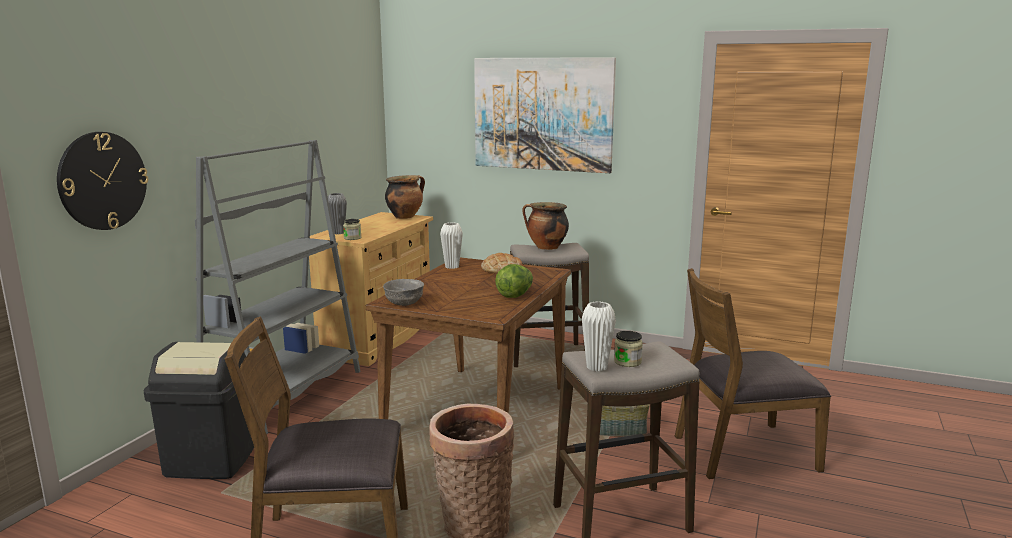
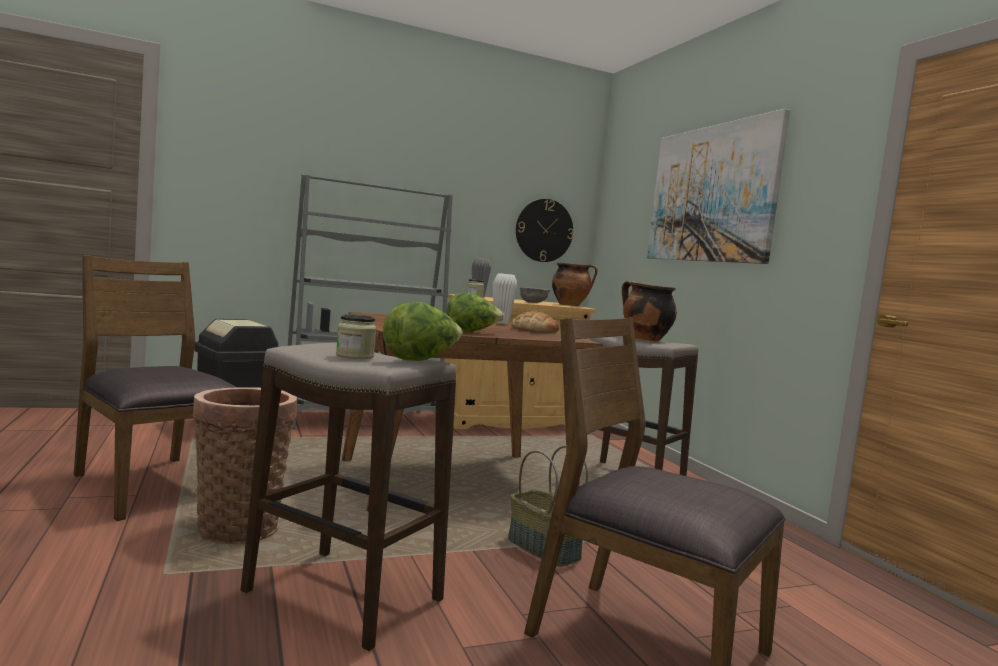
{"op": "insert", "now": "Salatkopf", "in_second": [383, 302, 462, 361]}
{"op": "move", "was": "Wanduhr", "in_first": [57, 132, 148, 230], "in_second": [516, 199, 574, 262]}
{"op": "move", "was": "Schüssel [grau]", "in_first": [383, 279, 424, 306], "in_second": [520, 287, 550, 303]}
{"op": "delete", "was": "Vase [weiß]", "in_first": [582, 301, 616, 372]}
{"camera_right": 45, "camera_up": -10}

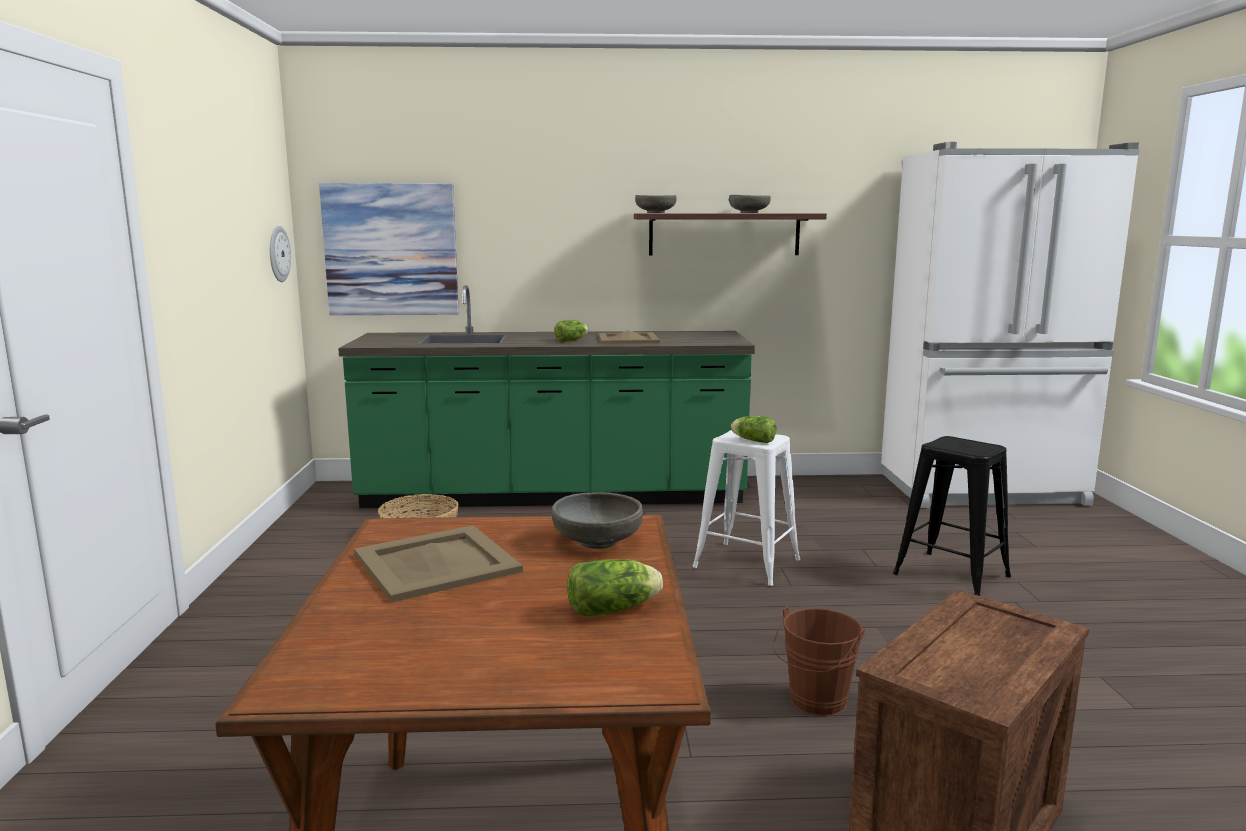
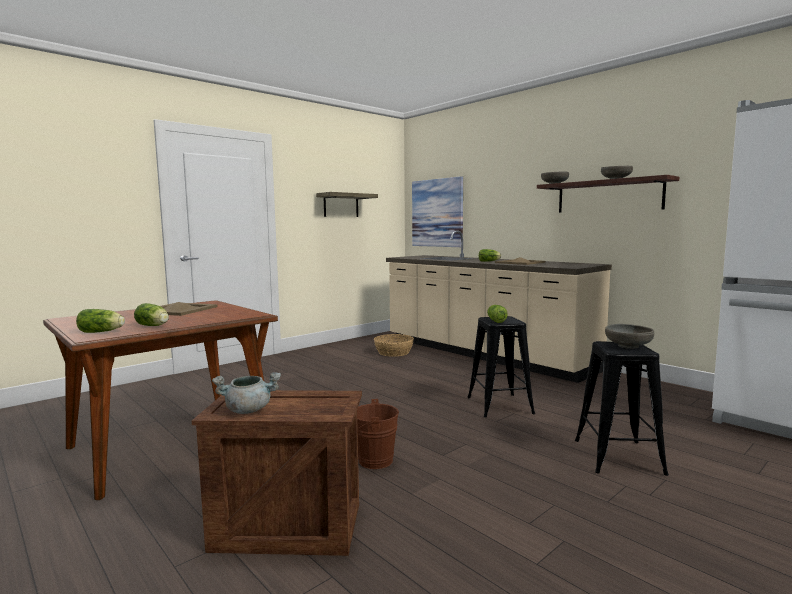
{"op": "insert", "now": "Salatkopf", "in_second": [76, 309, 125, 333]}
{"op": "insert", "now": "Kochtopf [grau]", "in_second": [212, 372, 281, 414]}
{"op": "insert", "now": "Wandregal", "in_second": [316, 192, 378, 217]}
{"op": "recolor", "was": "Küchenzeile [grün]", "now": "Küchenzeile [beige]", "in_first": [338, 285, 755, 508], "in_second": [386, 230, 612, 383]}
{"op": "recolor", "was": "Hocker [weiß]", "now": "Hocker [schwarz]", "in_first": [692, 430, 800, 586], "in_second": [467, 316, 535, 418]}
{"op": "move", "was": "Schüssel [grau]", "in_first": [552, 492, 643, 549], "in_second": [605, 324, 655, 349]}
{"op": "delete", "was": "Wanduhr", "in_first": [270, 226, 291, 282]}
{"camera_right": 50, "camera_up": -5}

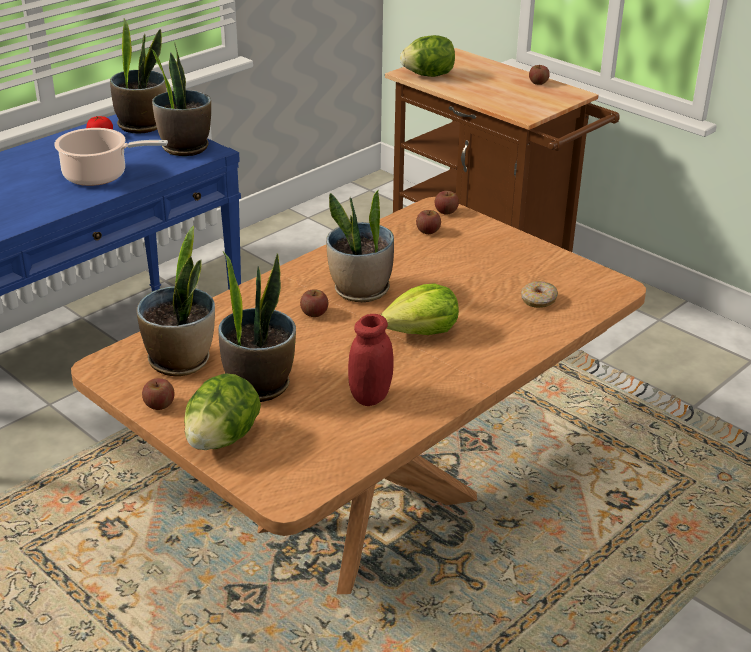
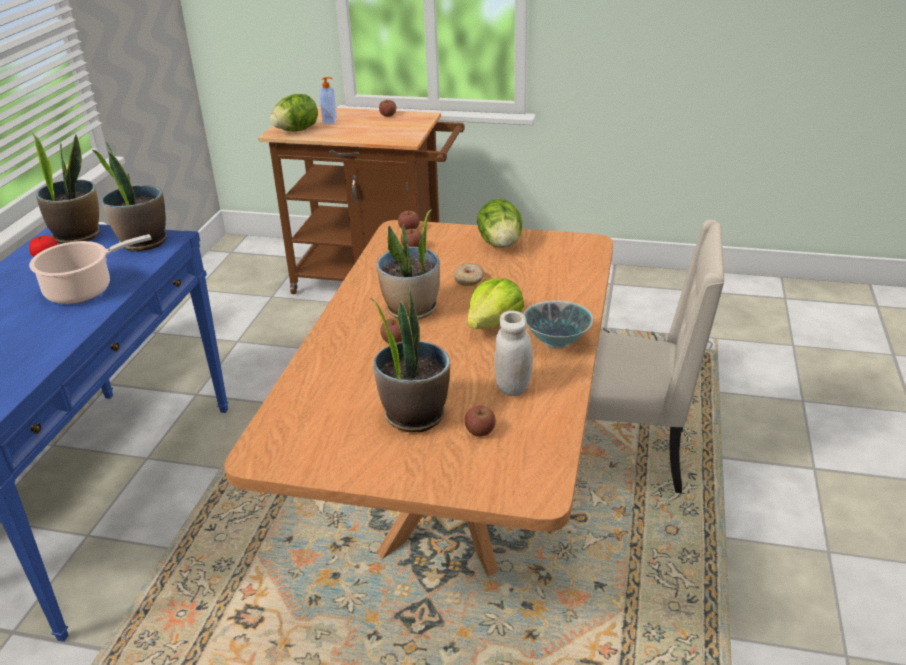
{"op": "insert", "now": "Seifenspender", "in_second": [319, 77, 337, 124]}
{"op": "move", "was": "Donut", "in_first": [521, 281, 558, 308], "in_second": [453, 263, 484, 286]}
{"op": "move", "was": "Apfel", "in_first": [142, 378, 175, 410], "in_second": [465, 406, 496, 436]}
{"op": "move", "was": "Salatkopf", "in_first": [184, 373, 261, 450], "in_second": [477, 199, 522, 248]}
{"op": "recolor", "was": "Vorratsglas [rot]", "now": "Vorratsglas [weiß]", "in_first": [348, 314, 394, 406], "in_second": [494, 311, 533, 396]}
{"op": "insert", "now": "Schüssel", "in_second": [523, 300, 593, 349]}
{"op": "insert", "now": "Stuhl [beige]", "in_second": [586, 220, 725, 493]}
{"op": "delete", "was": "Topfpflanze", "in_first": [137, 226, 215, 376]}
{"camera_right": -30, "camera_up": 0}

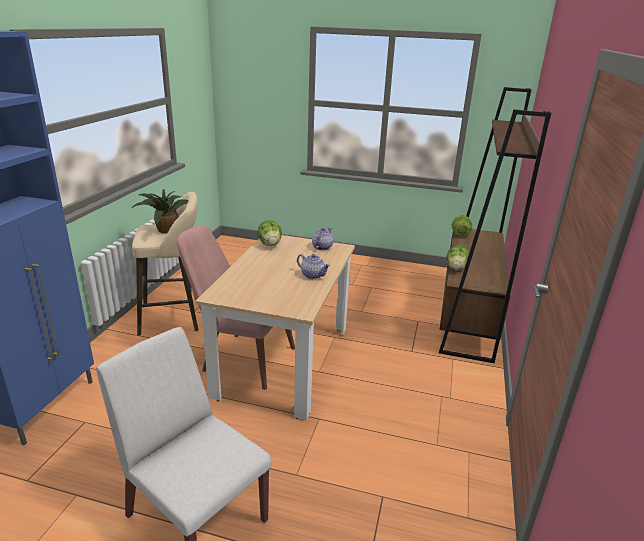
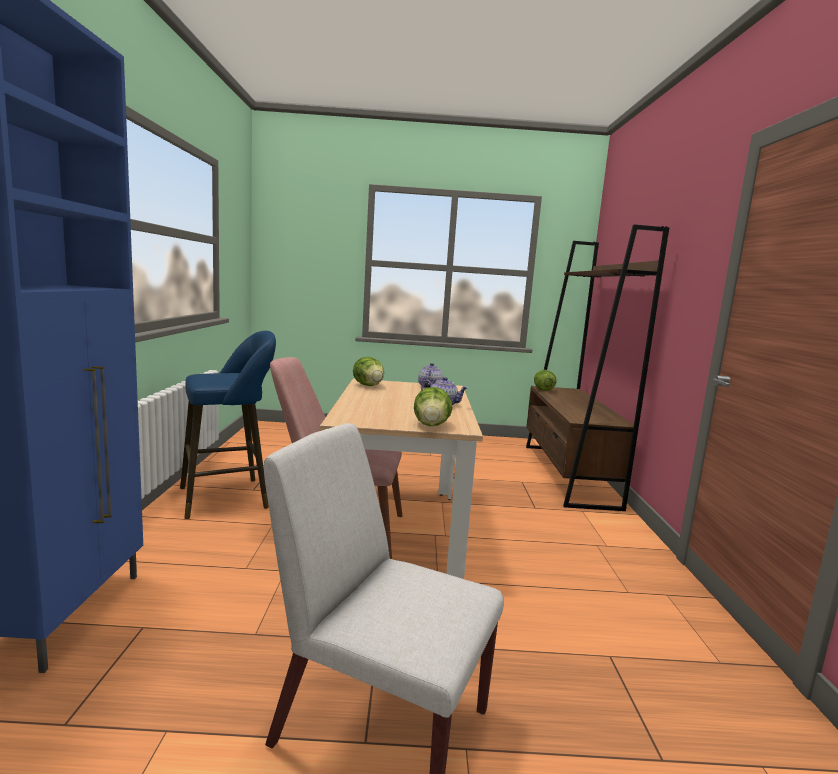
{"op": "recolor", "was": "Hocker [beige]", "now": "Hocker [blau]", "in_first": [132, 192, 198, 336], "in_second": [180, 331, 276, 519]}
{"op": "move", "was": "Salatkopf", "in_first": [446, 245, 469, 270], "in_second": [414, 387, 452, 426]}
{"op": "delete", "was": "Topfpflanze", "in_first": [132, 189, 189, 234]}
{"camera_right": -15, "camera_up": -15}

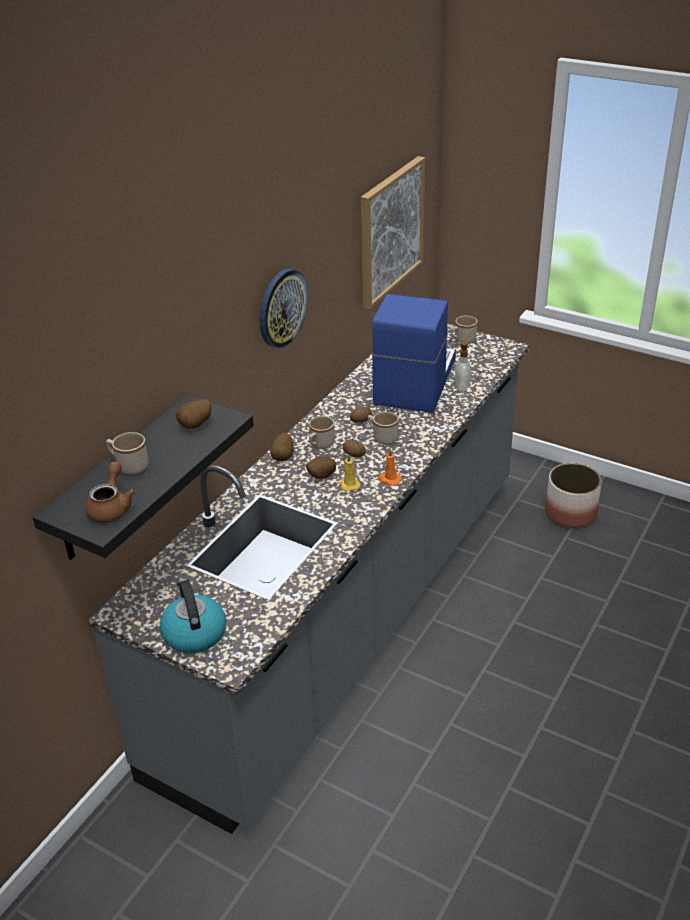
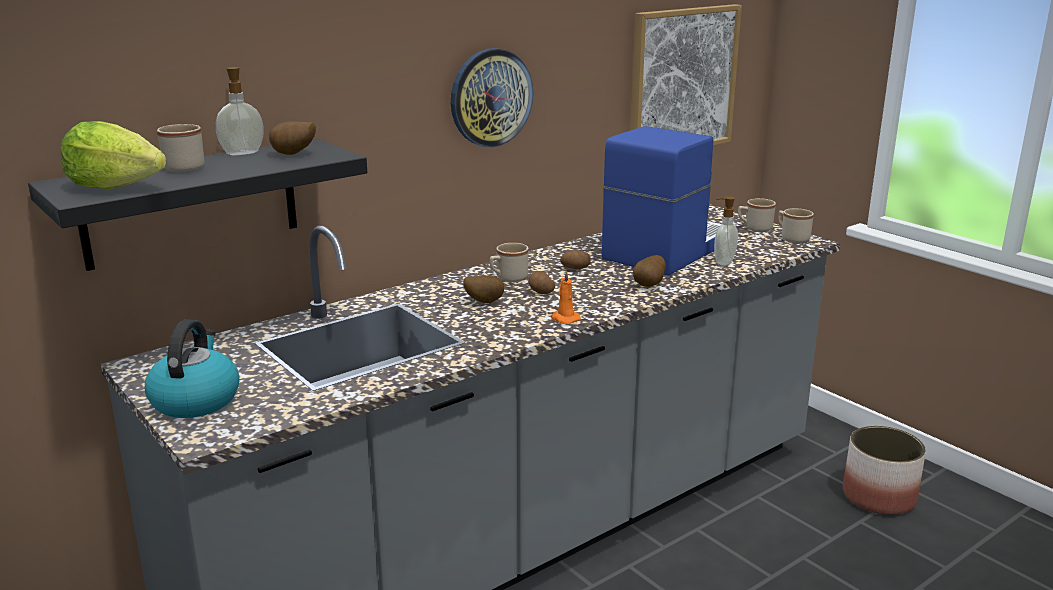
{"op": "replace", "was": "Teekanne [braun]", "now": "Salatkopf", "in_first": [85, 462, 136, 523], "in_second": [61, 121, 166, 189]}
{"op": "insert", "now": "Seifenspender", "in_second": [216, 67, 264, 155]}
{"op": "move", "was": "Kartoffel", "in_first": [270, 433, 294, 462], "in_second": [633, 255, 666, 287]}
{"op": "move", "was": "Henkelbecher [beige]", "in_first": [368, 412, 399, 445], "in_second": [778, 208, 814, 243]}
{"op": "delete", "was": "Kerze [gelb]", "in_first": [340, 454, 361, 492]}
{"camera_right": 20, "camera_up": -15}

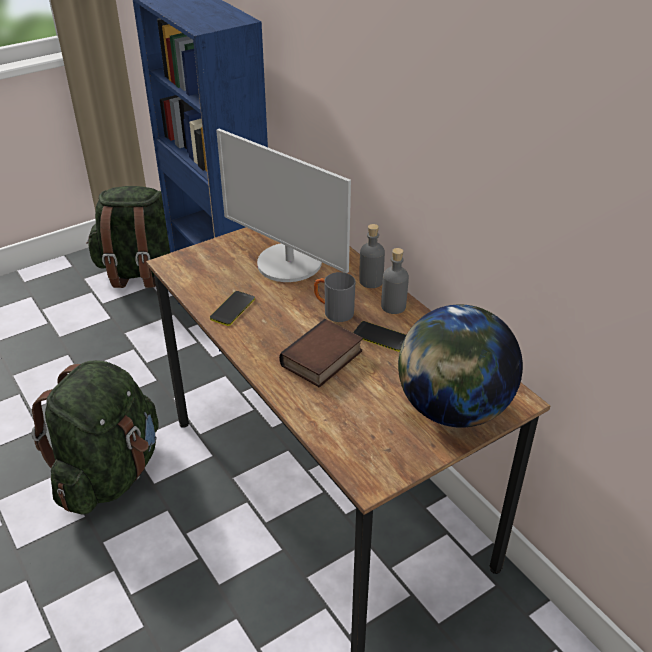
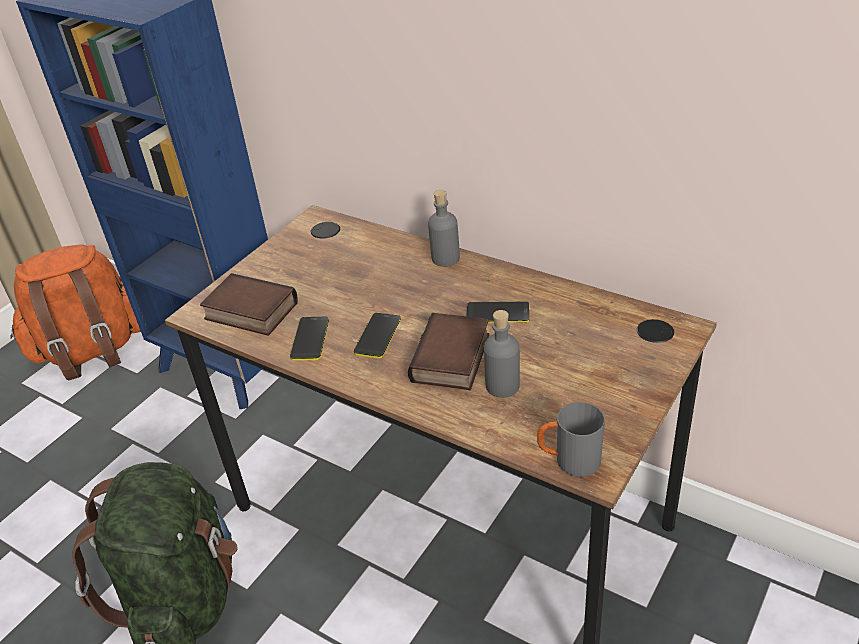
{"op": "recolor", "was": "Rucksack [grün]", "now": "Rucksack [orange]", "in_first": [86, 186, 170, 288], "in_second": [10, 245, 141, 380]}
{"op": "insert", "now": "Buch", "in_second": [200, 273, 298, 336]}
{"op": "insert", "now": "Handy", "in_second": [354, 313, 401, 359]}
{"op": "move", "was": "Flasche [grau]", "in_first": [381, 248, 409, 314], "in_second": [484, 310, 520, 398]}
{"op": "move", "was": "Henkelbecher [grau]", "in_first": [314, 272, 355, 322], "in_second": [537, 402, 605, 477]}
{"op": "delete", "was": "Monitor", "in_first": [216, 129, 351, 282]}
{"op": "delete", "was": "Globus", "in_first": [398, 304, 523, 428]}
{"camera_right": -20, "camera_up": 0}

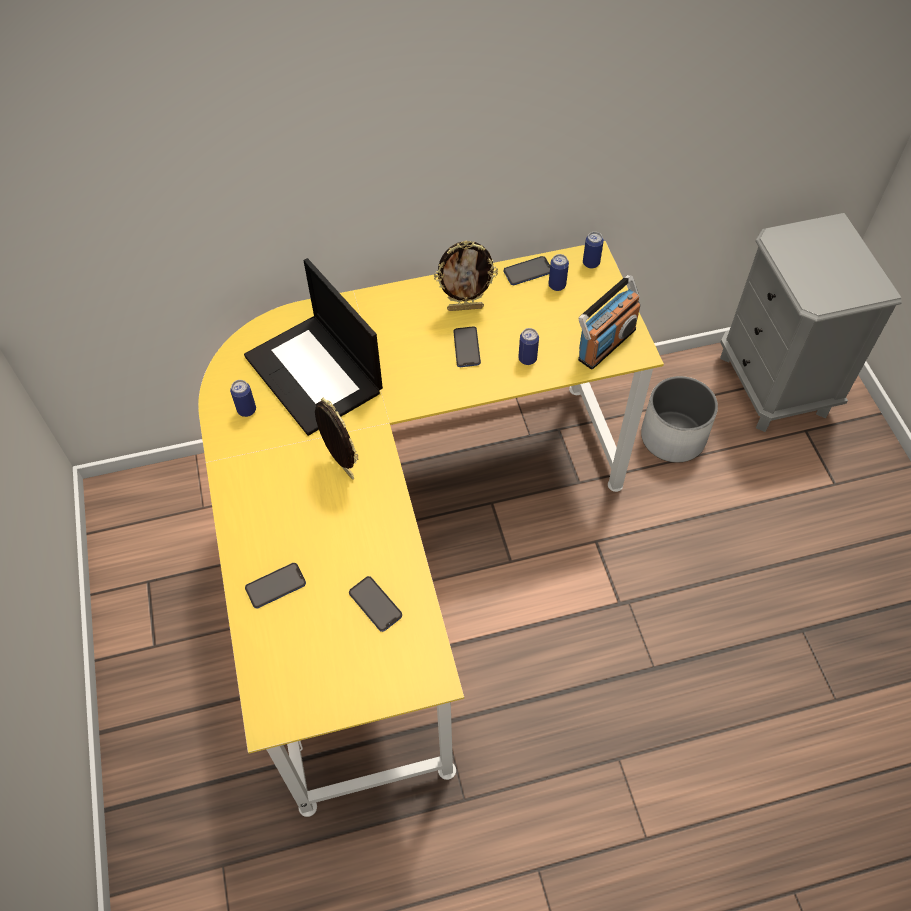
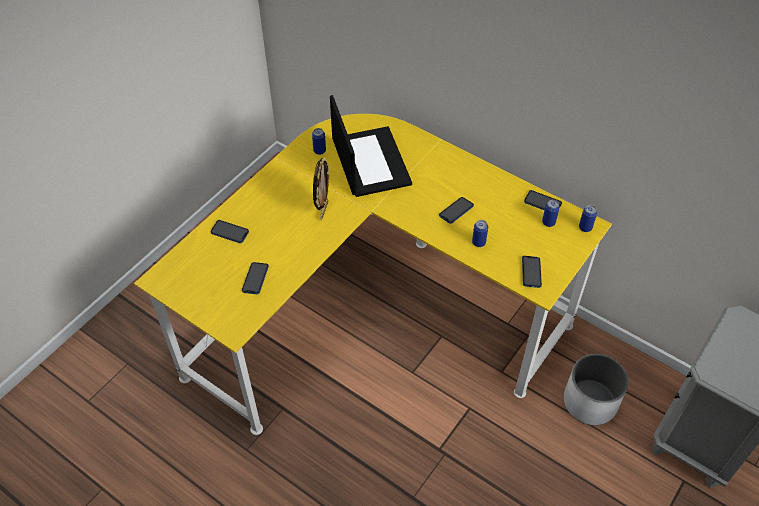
{"op": "rotate", "was": "Laptop", "in_first": [244, 258, 383, 436], "in_second": [330, 95, 412, 197], "clockwise": 150}
{"op": "replace", "was": "Radio", "now": "Handy", "in_first": [578, 275, 640, 369], "in_second": [522, 256, 542, 288]}
{"op": "delete", "was": "Bilderrahmen", "in_first": [434, 241, 498, 311]}
{"camera_right": 50, "camera_up": -5}

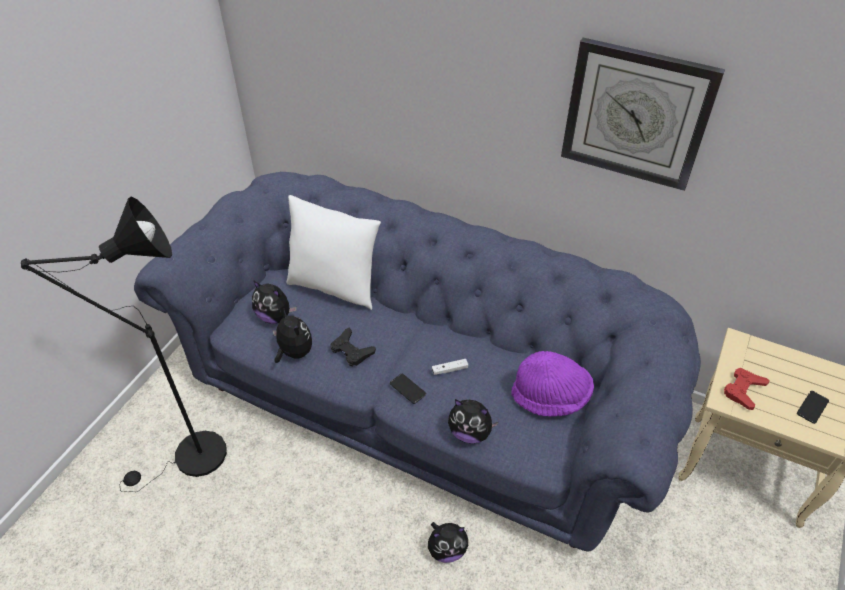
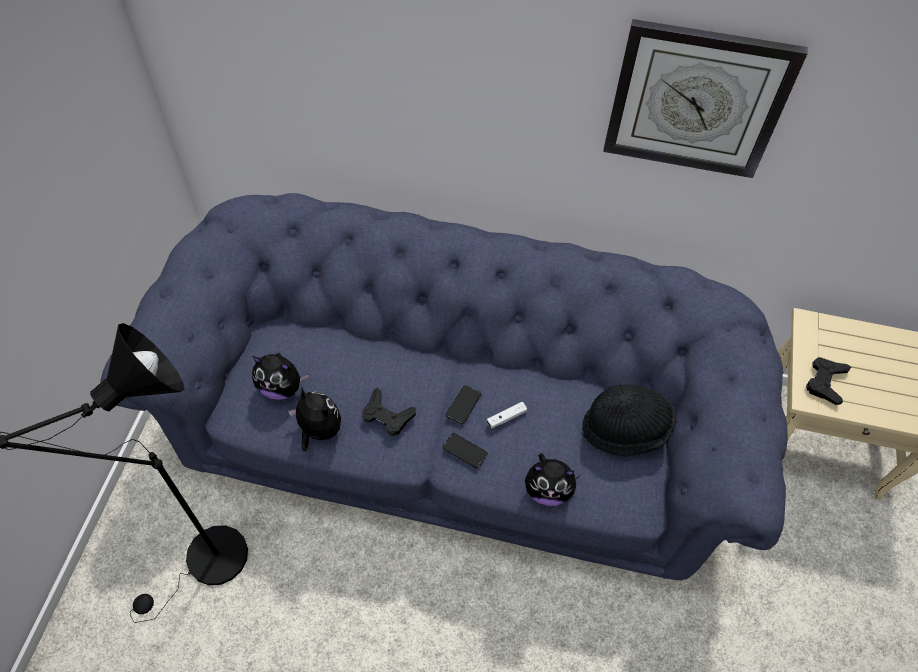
{"op": "move", "was": "Handy", "in_first": [797, 391, 829, 424], "in_second": [446, 385, 481, 424]}
{"op": "recolor", "was": "Hut [lila]", "now": "Hut [schwarz]", "in_first": [511, 351, 594, 417], "in_second": [582, 384, 677, 457]}
{"op": "recolor", "was": "Gamepad [rot]", "now": "Gamepad [schwarz]", "in_first": [724, 368, 770, 410], "in_second": [806, 357, 851, 405]}
{"op": "delete", "was": "Kissen [weiß]", "in_first": [286, 195, 381, 310]}
{"op": "delete", "was": "Plüschtier", "in_first": [428, 522, 468, 563]}
{"camera_right": -15, "camera_up": 10}

